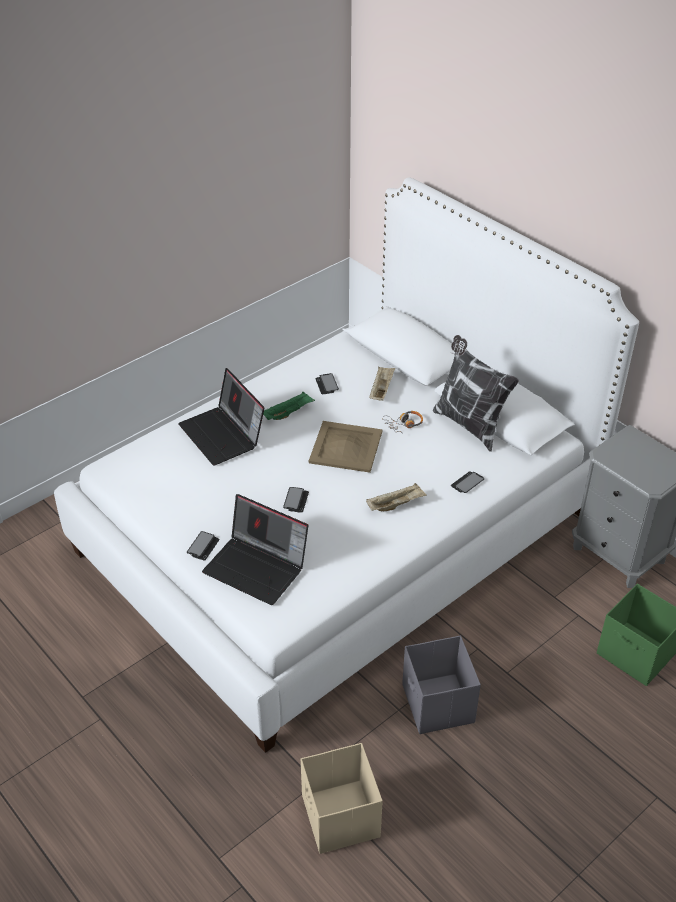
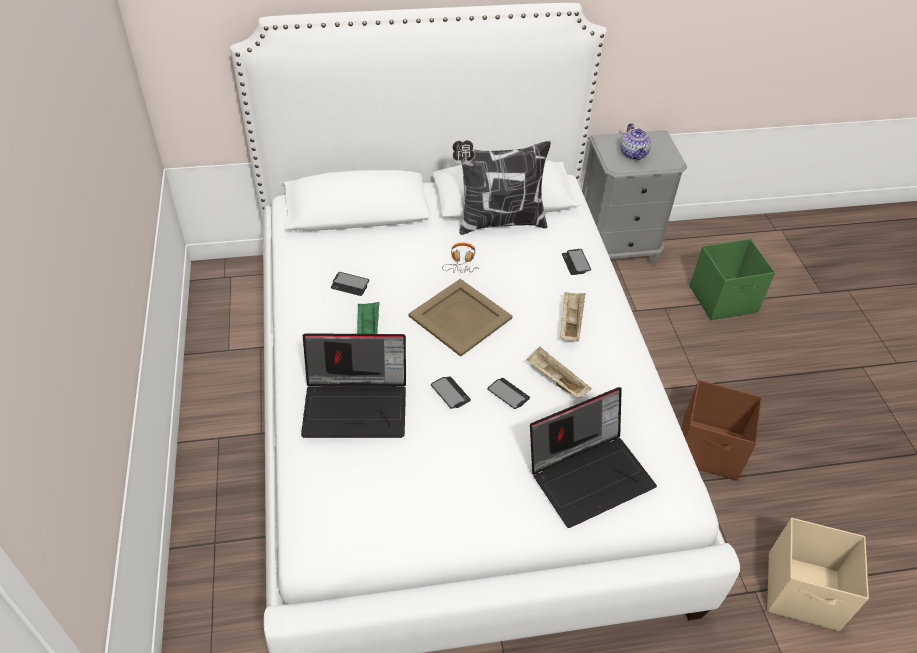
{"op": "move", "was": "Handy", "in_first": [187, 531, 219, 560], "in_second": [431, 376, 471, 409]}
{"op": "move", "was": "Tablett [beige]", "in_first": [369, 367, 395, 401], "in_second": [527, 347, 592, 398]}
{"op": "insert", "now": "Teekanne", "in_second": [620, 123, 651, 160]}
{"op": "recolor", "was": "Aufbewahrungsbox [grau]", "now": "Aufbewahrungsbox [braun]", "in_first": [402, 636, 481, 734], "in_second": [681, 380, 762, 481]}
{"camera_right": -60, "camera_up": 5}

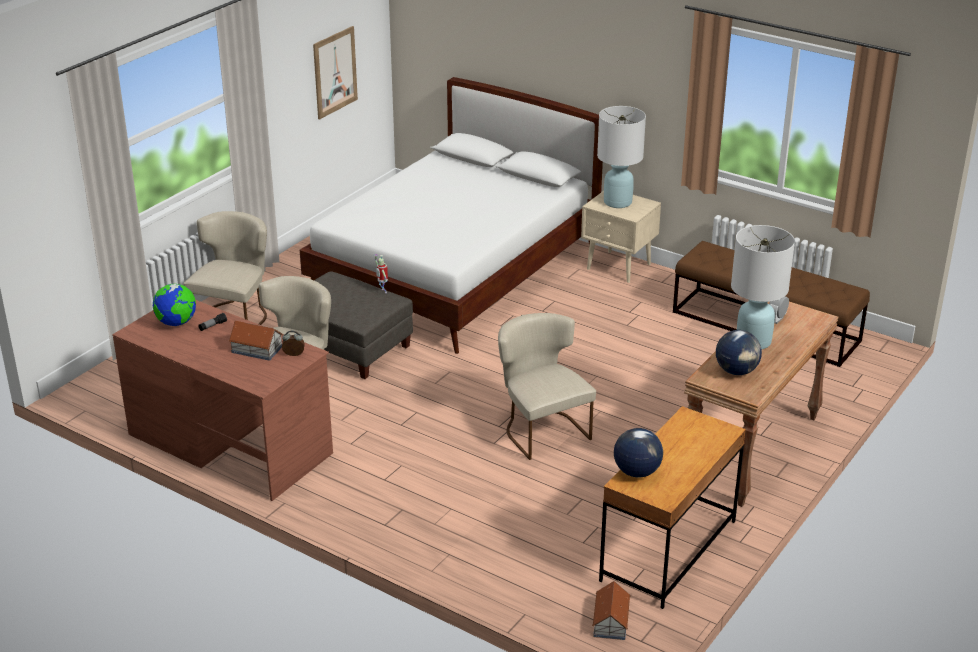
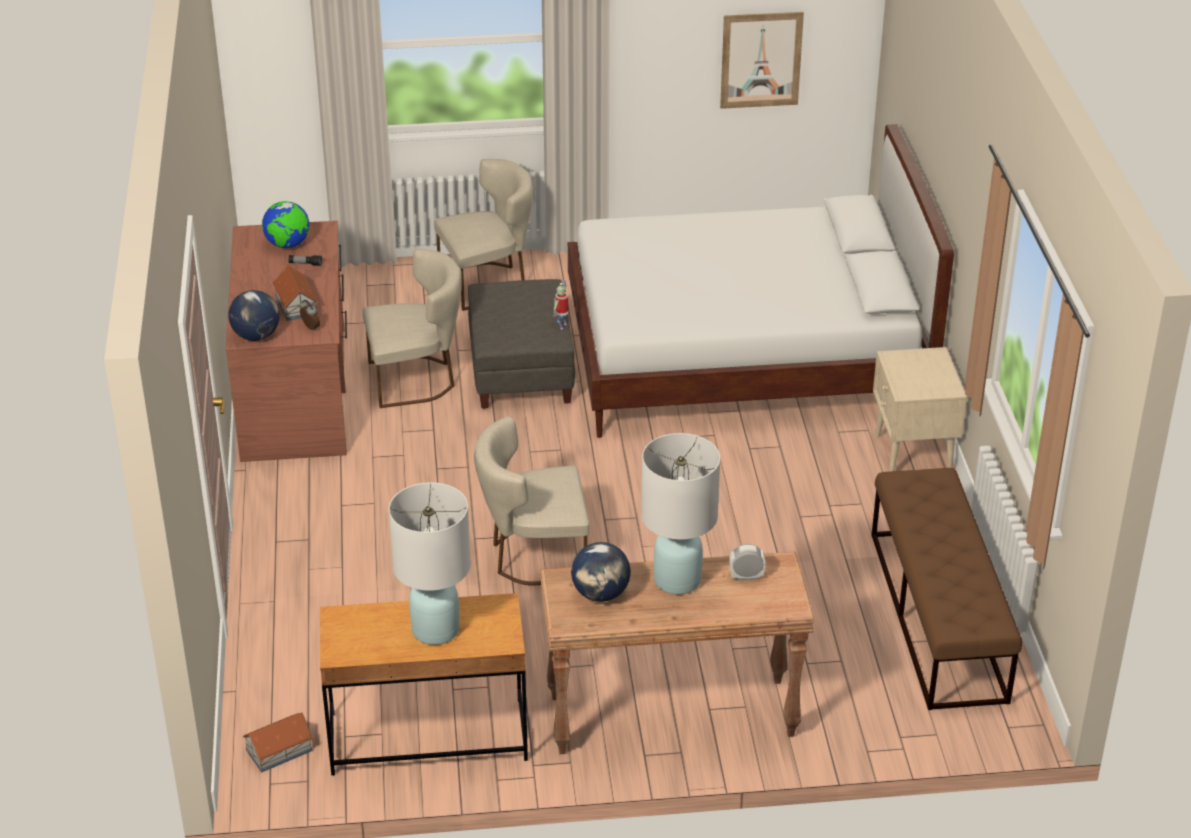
{"op": "move", "was": "Globus", "in_first": [614, 428, 663, 478], "in_second": [228, 290, 280, 341]}
{"op": "move", "was": "Tischlampe [weiß]", "in_first": [597, 106, 646, 208], "in_second": [389, 482, 471, 645]}
{"op": "rotate", "was": "Stuhl [beige]", "in_first": [498, 313, 596, 460], "in_second": [474, 416, 589, 586], "clockwise": -120}
{"camera_right": 50, "camera_up": 5}

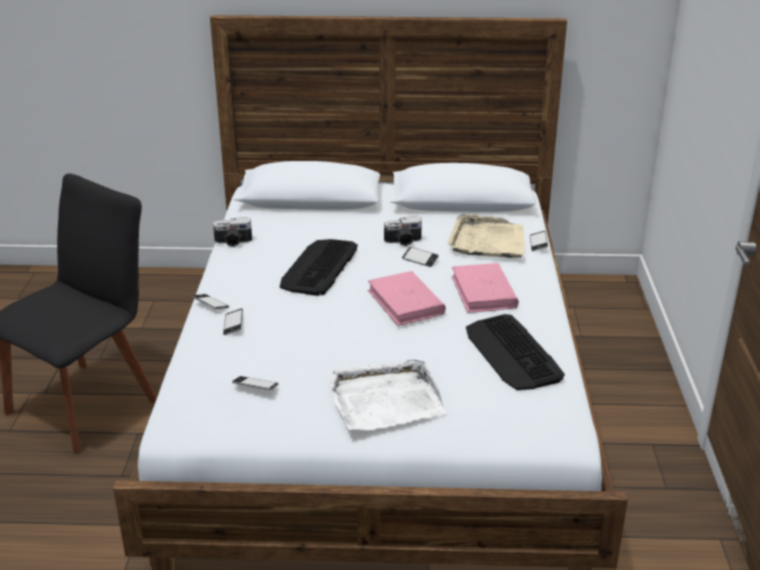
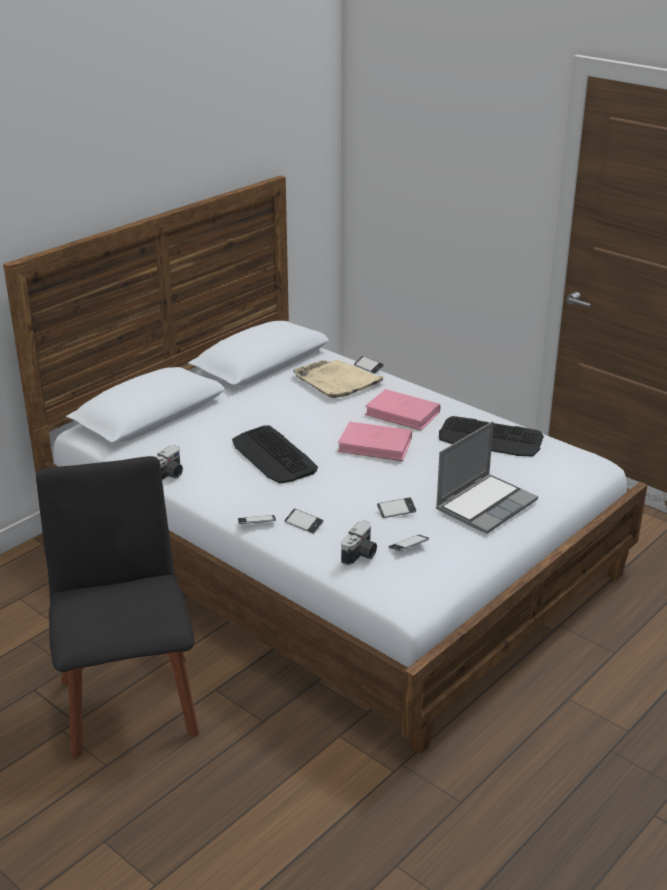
{"op": "move", "was": "Kamera", "in_first": [384, 216, 422, 246], "in_second": [341, 521, 377, 565]}
{"op": "move", "was": "Handy", "in_first": [402, 247, 439, 267], "in_second": [377, 497, 416, 518]}
{"op": "replace", "was": "Tablett [weiß]", "now": "Laptop", "in_first": [329, 359, 447, 431], "in_second": [436, 421, 538, 534]}
{"camera_right": -50, "camera_up": 0}

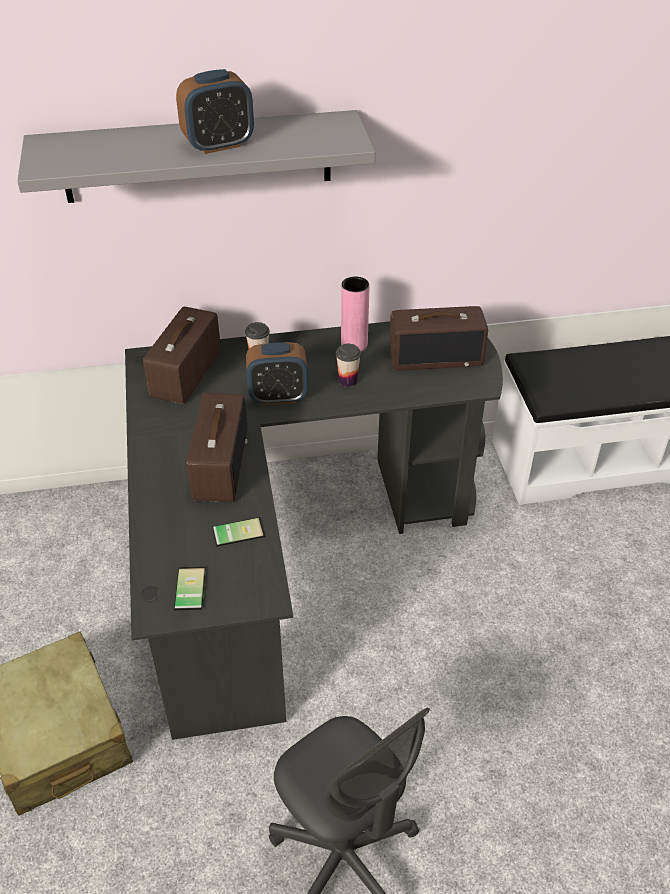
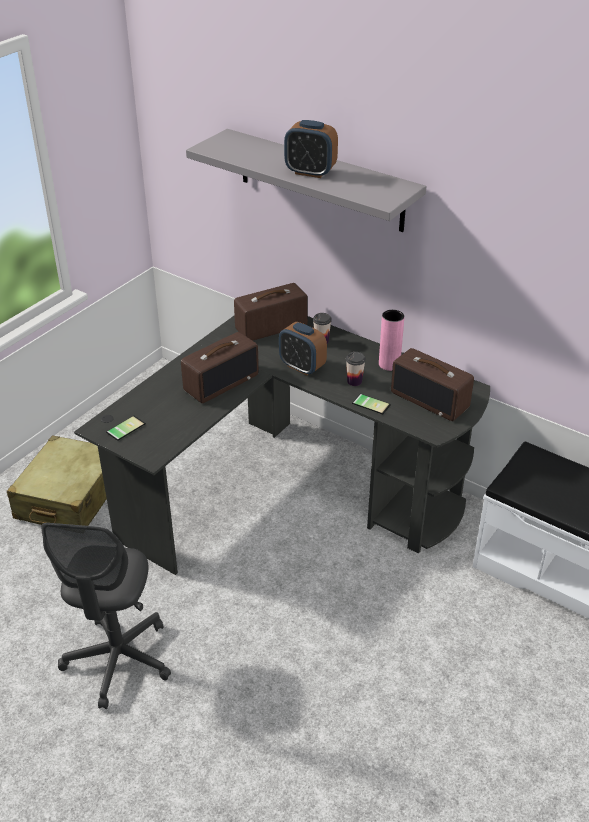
{"op": "move", "was": "Handy", "in_first": [212, 515, 266, 547], "in_second": [352, 394, 391, 415]}
{"camera_right": 45, "camera_up": -5}

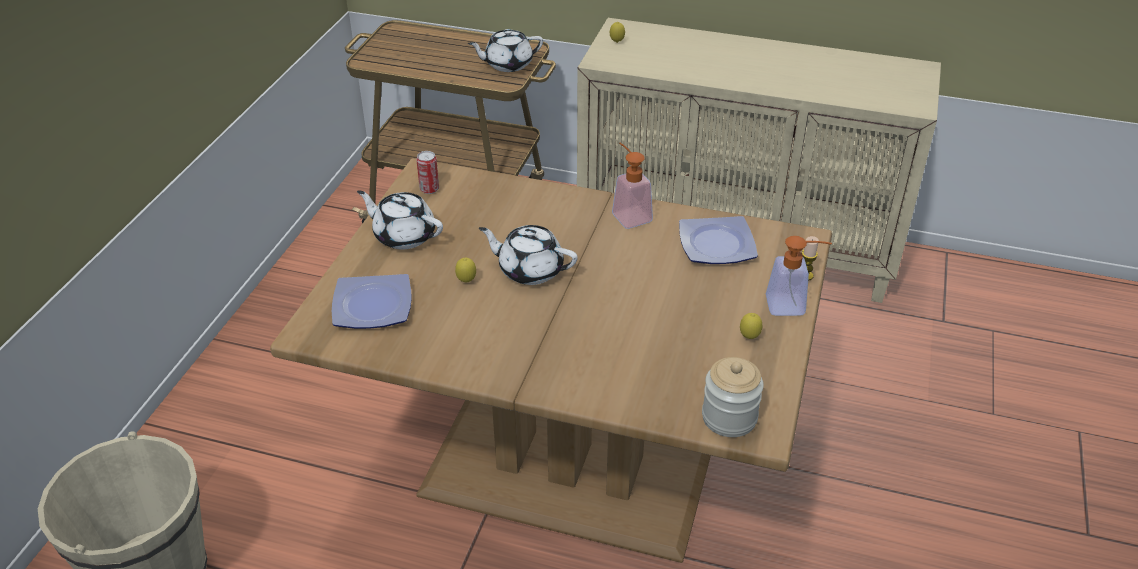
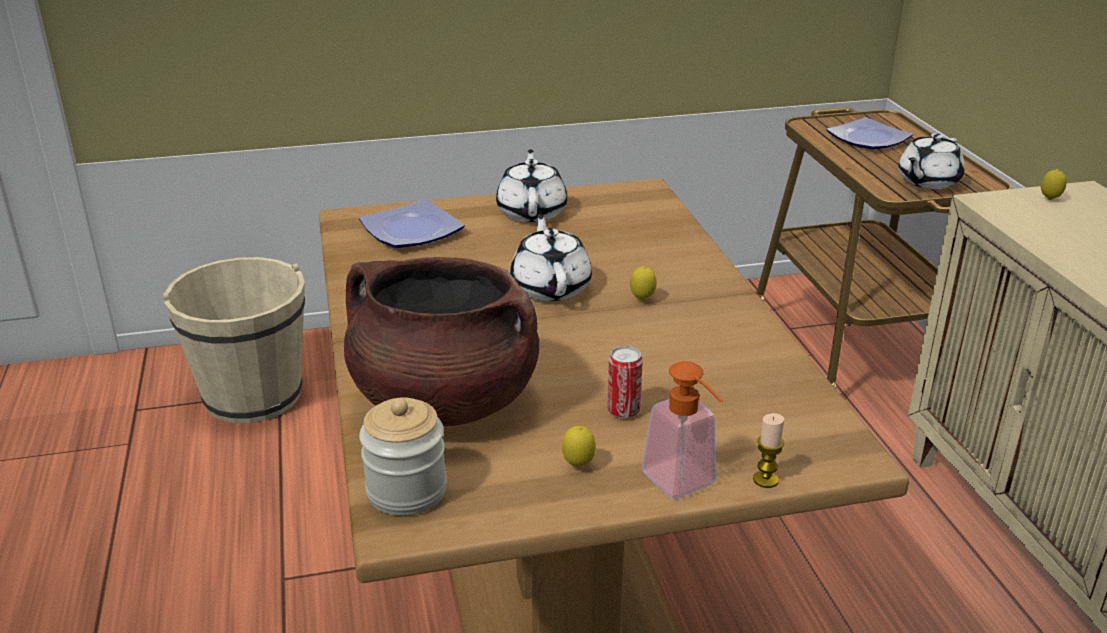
{"op": "insert", "now": "Kochtopf [braun]", "in_second": [344, 257, 539, 426]}
{"op": "move", "was": "Dose", "in_first": [416, 151, 439, 194], "in_second": [607, 346, 643, 419]}
{"op": "move", "was": "Zitrone", "in_first": [455, 258, 476, 282], "in_second": [630, 266, 657, 300]}
{"op": "move", "was": "Teller", "in_first": [679, 216, 758, 264], "in_second": [826, 117, 913, 149]}
{"op": "rotate", "was": "Teekanne [weiß]", "in_first": [468, 29, 543, 72], "in_second": [898, 133, 965, 189], "clockwise": -90}
{"op": "delete", "was": "Seifenspender", "in_first": [612, 142, 653, 229]}
{"camera_right": 60, "camera_up": -10}

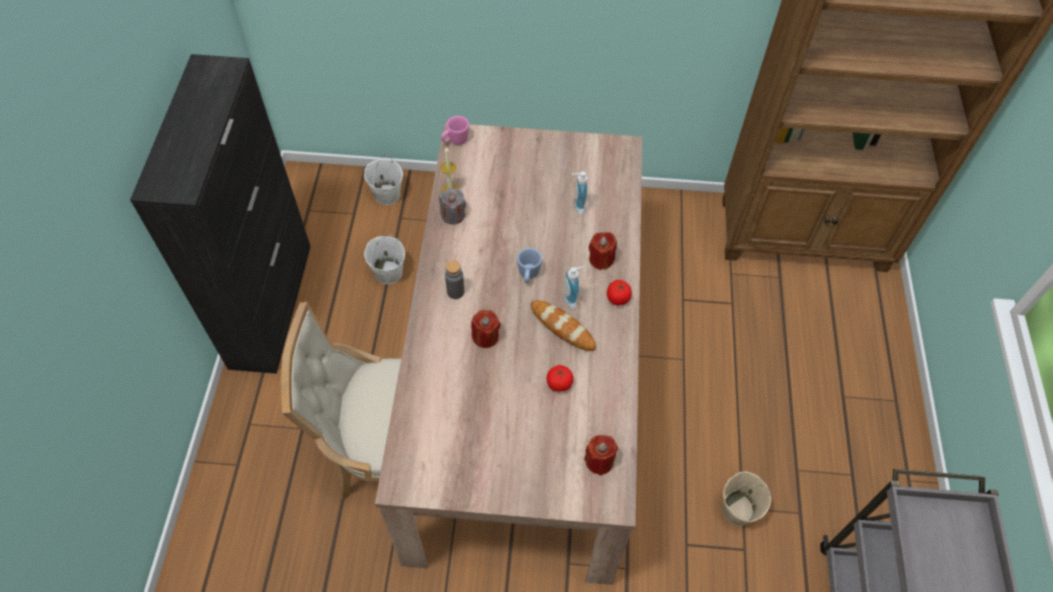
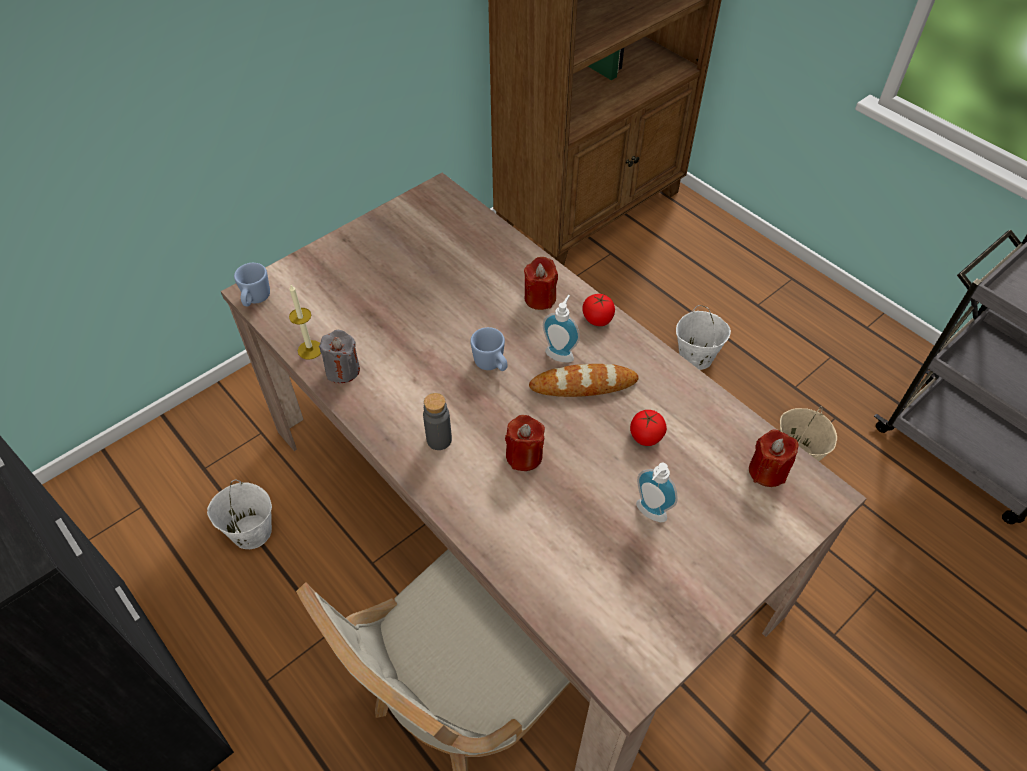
{"op": "recolor", "was": "Henkelbecher [rosa]", "now": "Henkelbecher [blau]", "in_first": [441, 116, 469, 145], "in_second": [234, 263, 270, 307]}
{"op": "move", "was": "Seifenspender", "in_first": [572, 171, 588, 215], "in_second": [636, 463, 678, 522]}
{"op": "move", "was": "Eimer [weiß]", "in_first": [364, 155, 403, 205], "in_second": [676, 305, 731, 370]}
{"camera_right": -45, "camera_up": -5}

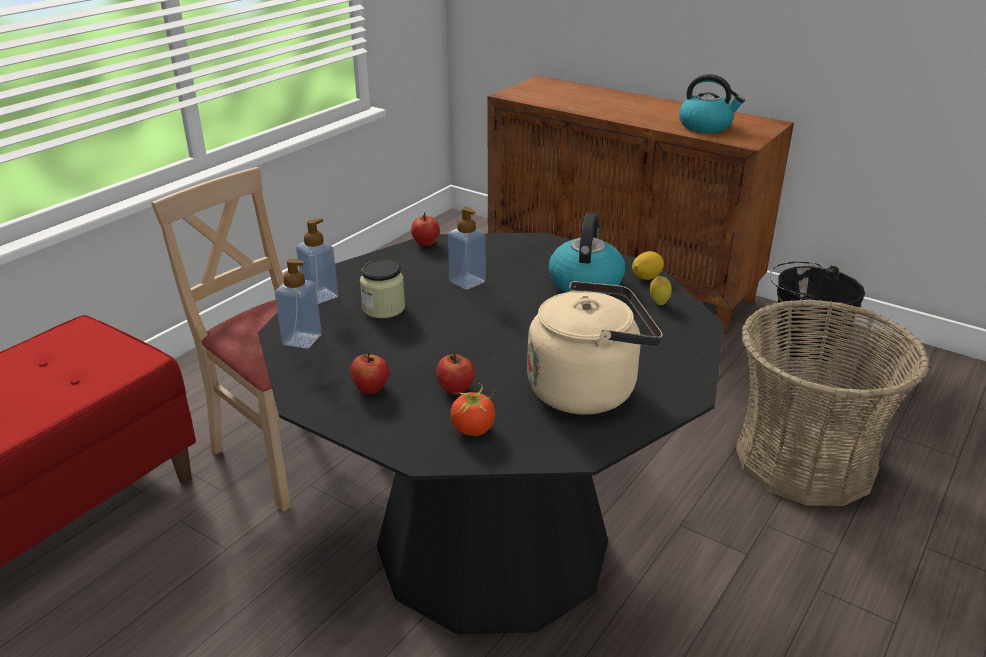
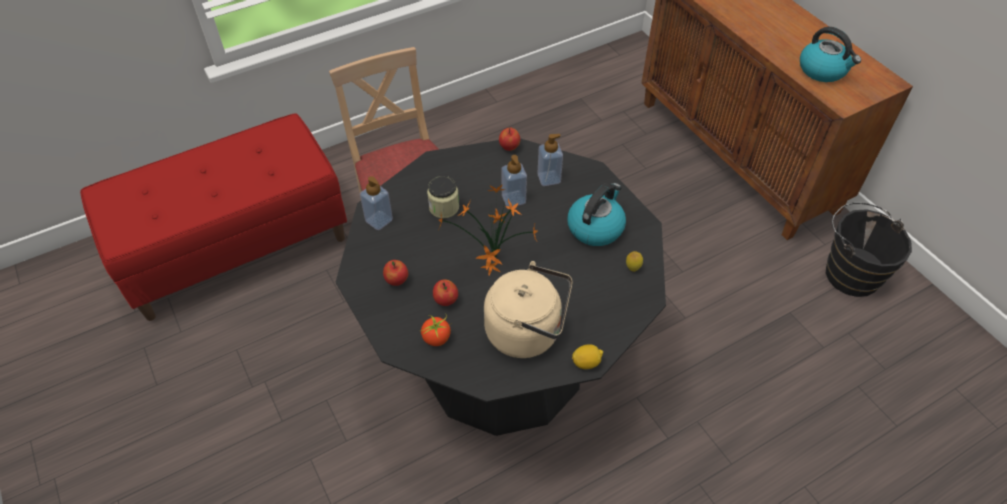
{"op": "insert", "now": "Topfpflanze", "in_second": [439, 185, 537, 275]}
{"op": "move", "was": "Seifenspender", "in_first": [296, 218, 338, 304], "in_second": [537, 134, 563, 186]}
{"op": "move", "was": "Zitrone", "in_first": [632, 251, 664, 280], "in_second": [572, 344, 603, 369]}
{"op": "delete", "was": "Korb", "in_first": [736, 299, 930, 506]}
{"camera_right": 25, "camera_up": 20}

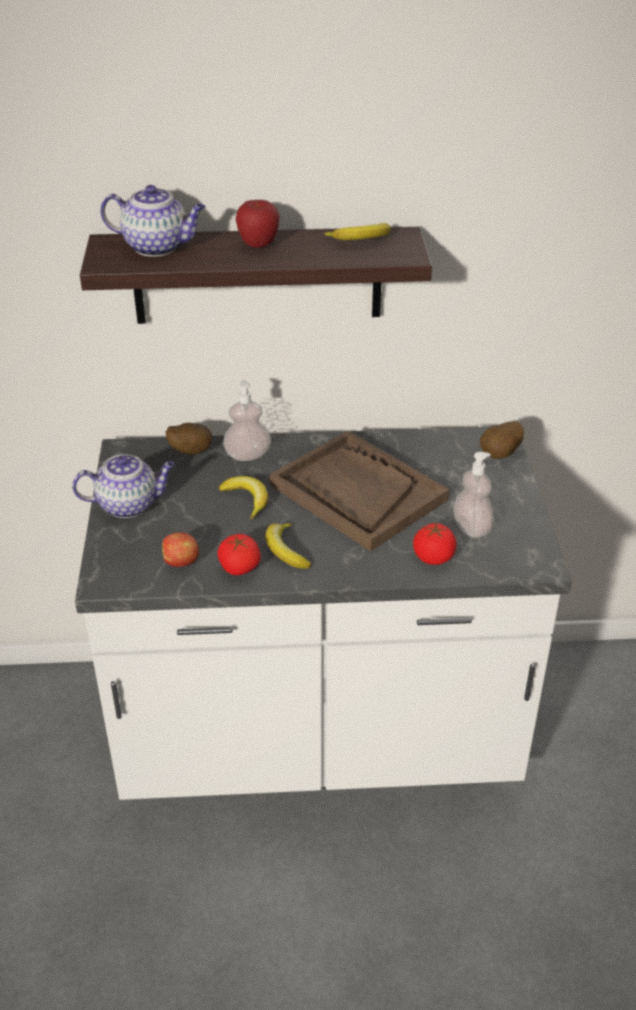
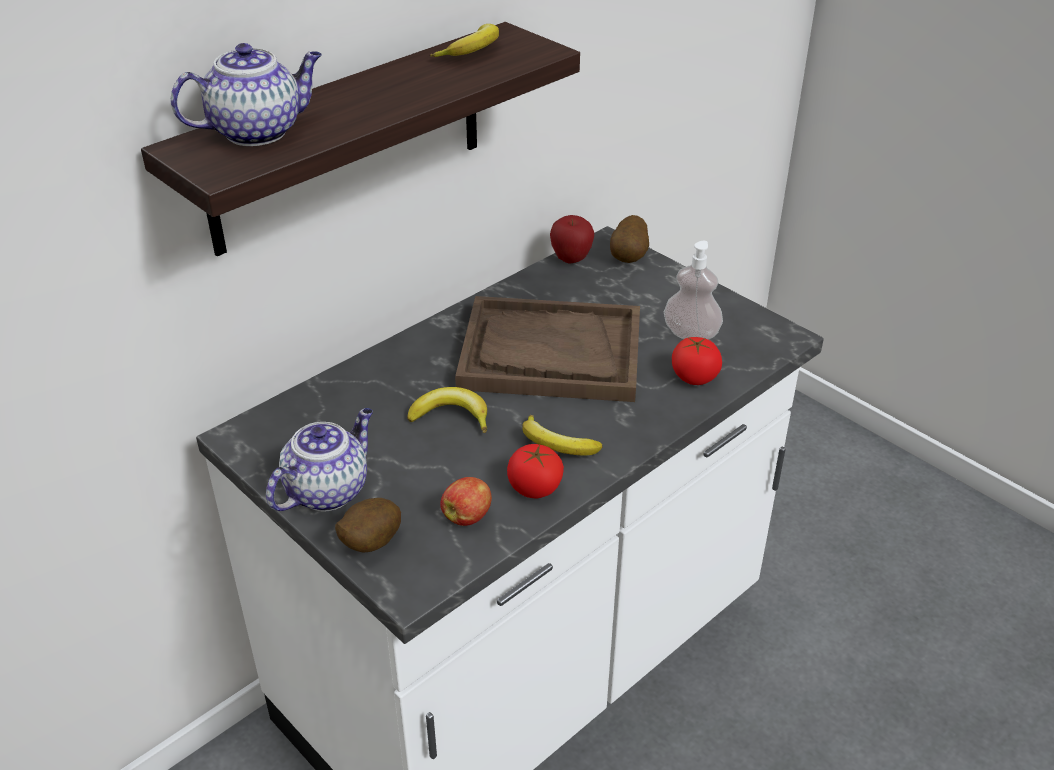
{"op": "move", "was": "Kartoffel", "in_first": [166, 423, 212, 454], "in_second": [335, 498, 401, 553]}
{"op": "move", "was": "Apfel", "in_first": [236, 200, 280, 248], "in_second": [550, 215, 594, 263]}
{"op": "delete", "was": "Seifenspender", "in_first": [223, 381, 271, 461]}
{"camera_right": -40, "camera_up": 0}

